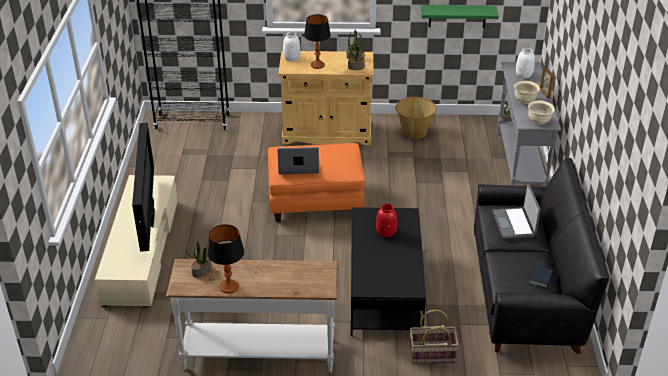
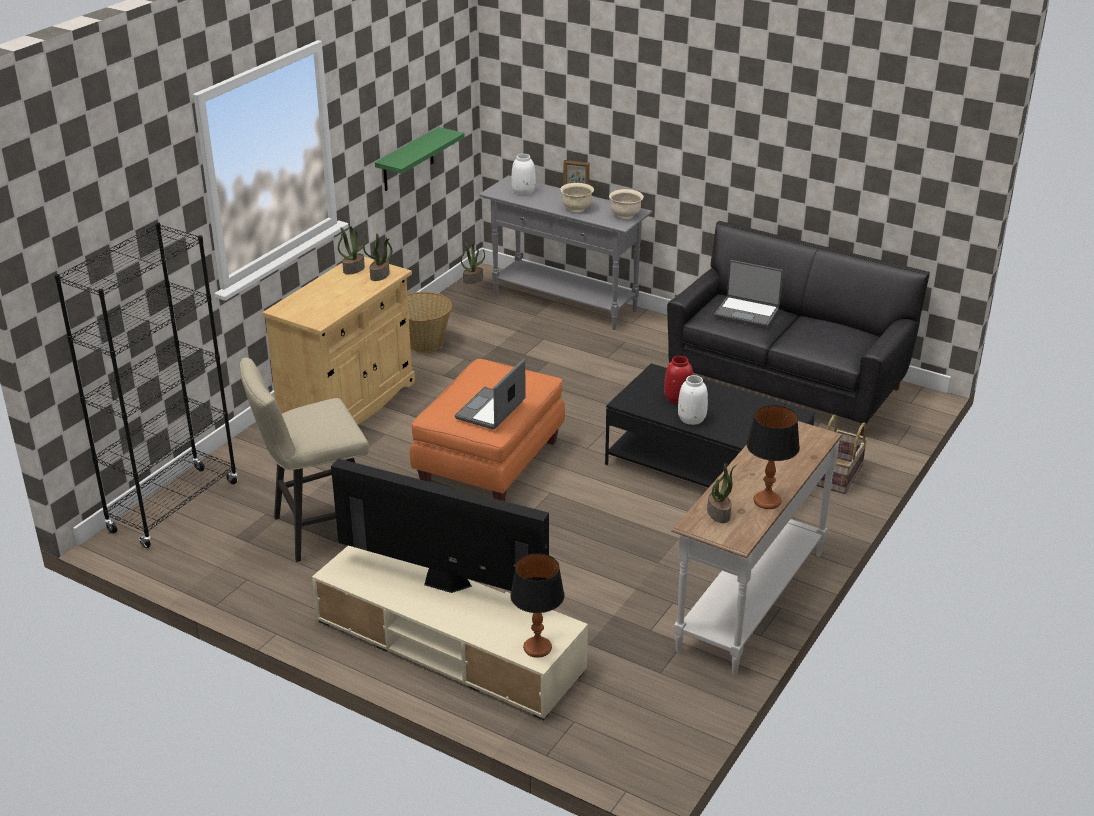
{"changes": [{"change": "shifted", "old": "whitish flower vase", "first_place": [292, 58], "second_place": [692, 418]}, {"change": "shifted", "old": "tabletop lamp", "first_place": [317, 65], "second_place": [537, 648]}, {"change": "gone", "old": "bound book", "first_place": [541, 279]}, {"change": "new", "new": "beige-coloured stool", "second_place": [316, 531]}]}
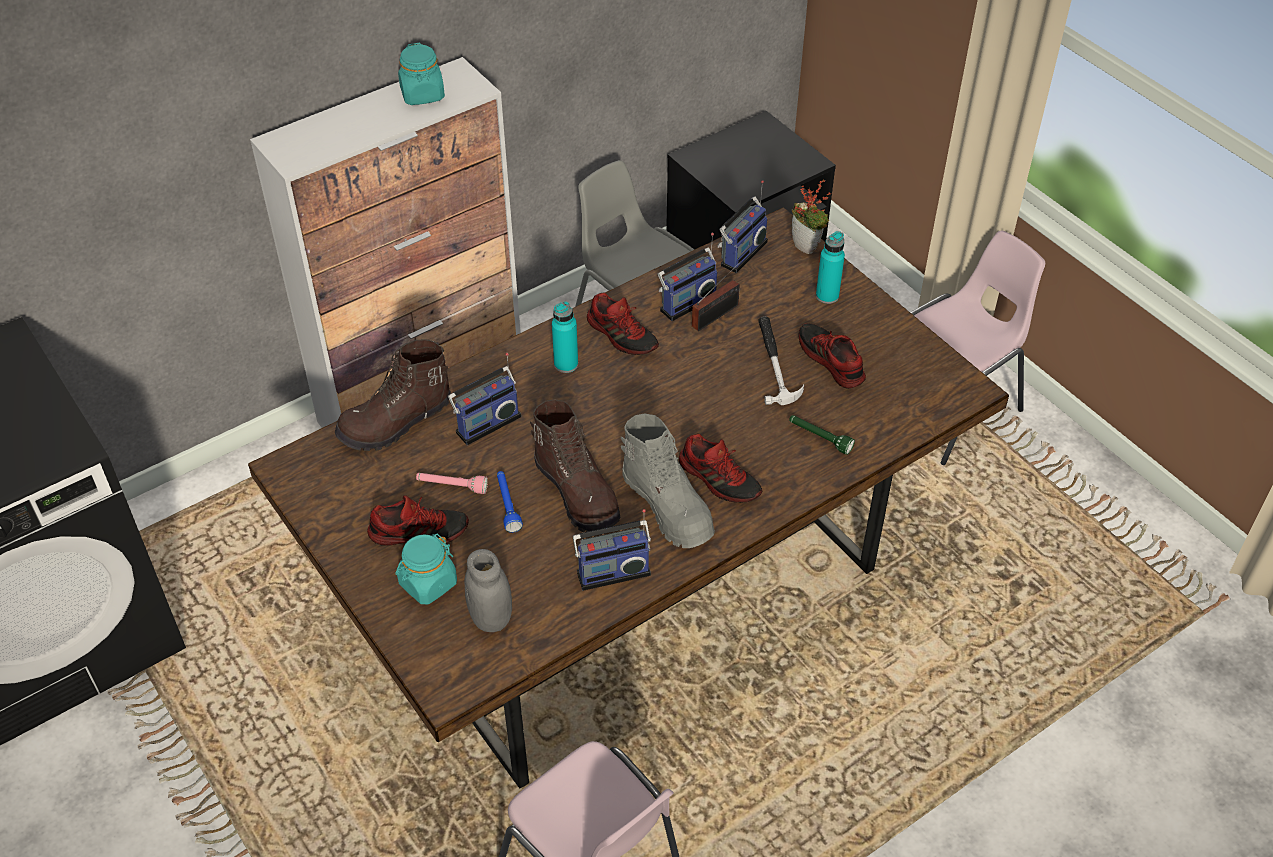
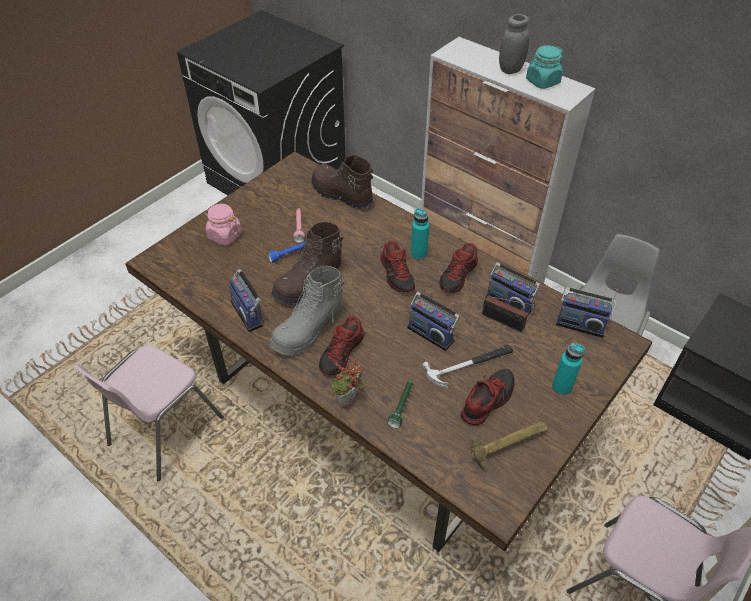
{"changes": [{"change": "shifted", "old": "item of footwear", "first_place": [419, 532], "second_place": [398, 274]}, {"change": "repainted", "old": "turquoise storage jar", "new": "pink storage jar", "first_place": [428, 583], "second_place": [224, 235]}, {"change": "shifted", "old": "radio set", "first_place": [486, 422], "second_place": [432, 333]}, {"change": "shifted", "old": "greyish storage jar", "first_place": [491, 618], "second_place": [510, 69]}, {"change": "shifted", "old": "plant in a pot", "first_place": [807, 246], "second_place": [348, 402]}, {"change": "new", "new": "tool hammer", "second_place": [507, 447]}]}
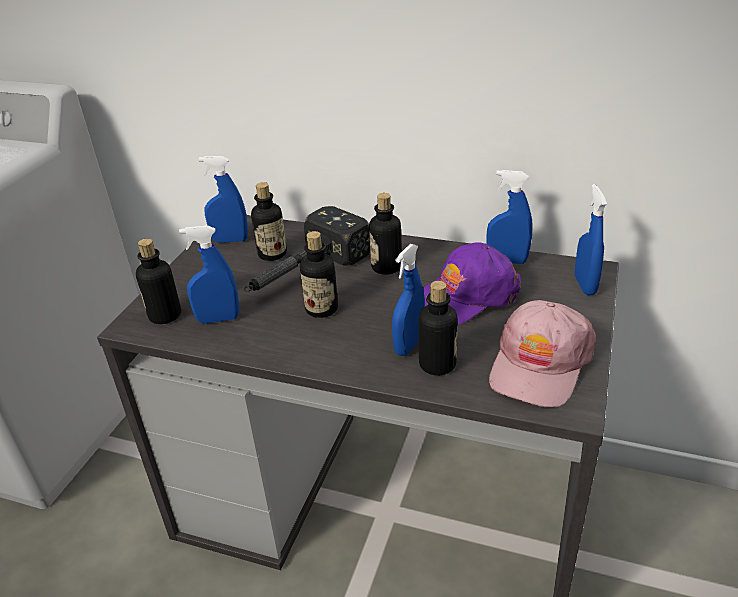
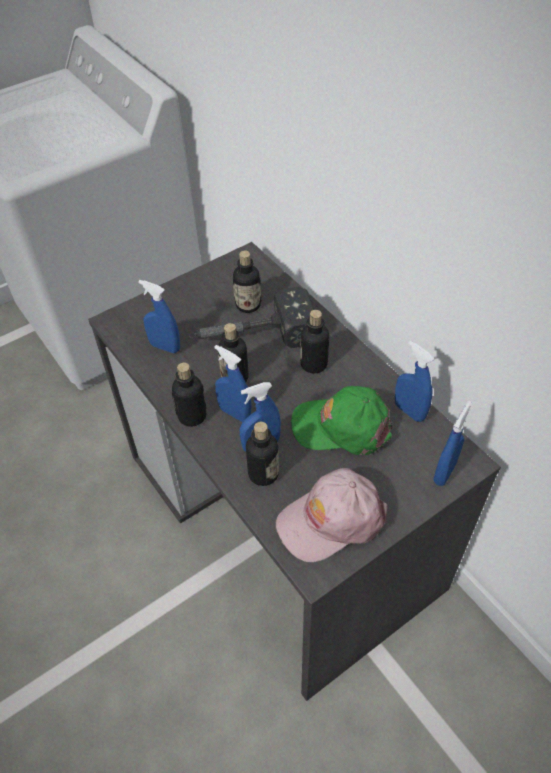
{"changes": [{"change": "shifted", "old": "beverage bottle", "first_place": [165, 315], "second_place": [192, 416]}, {"change": "shifted", "old": "bluish hand sprayer", "first_place": [230, 240], "second_place": [235, 413]}, {"change": "repainted", "old": "purplish cap", "new": "greenish cap", "first_place": [465, 296], "second_place": [342, 426]}]}
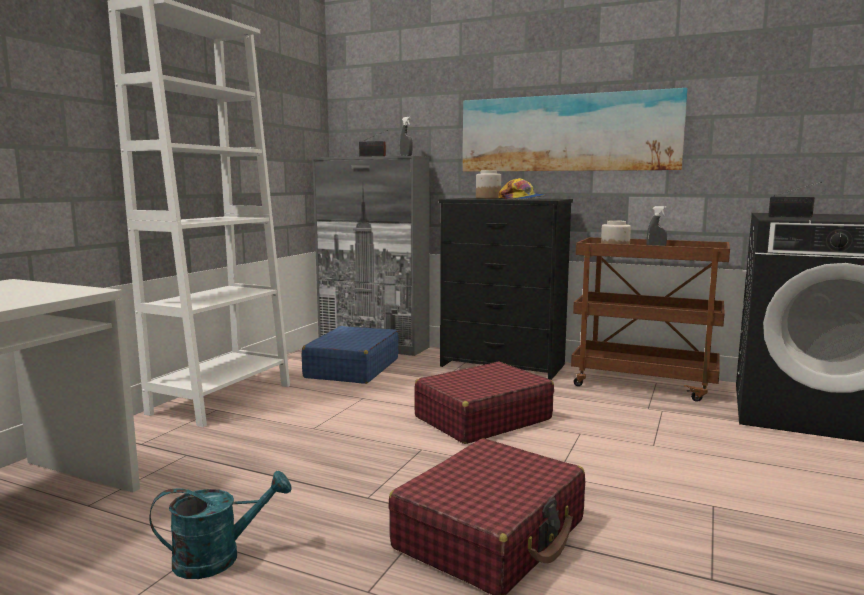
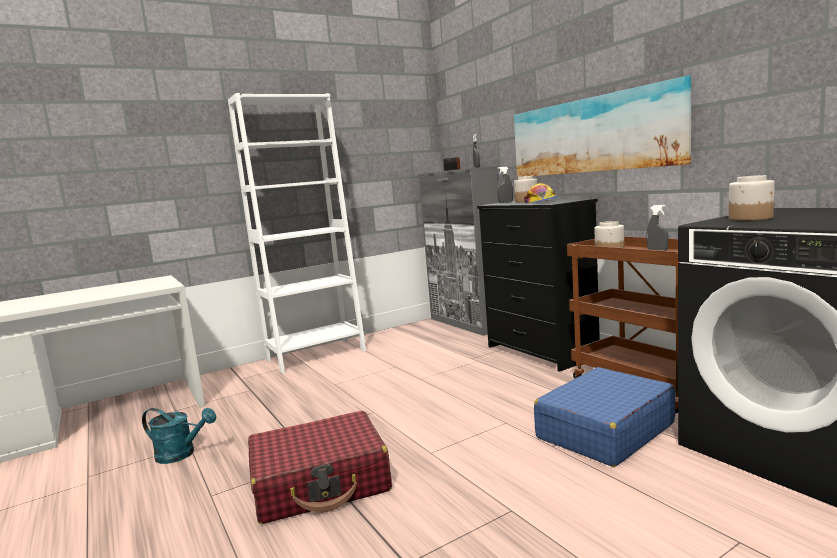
{"changes": [{"change": "shifted", "old": "bluish piece of luggage", "first_place": [352, 368], "second_place": [604, 431]}, {"change": "gone", "old": "red-coloured piece of luggage", "first_place": [482, 418]}, {"change": "swapped", "old": "radio set", "new": "storage jar", "first_place": [792, 216], "second_place": [751, 218]}, {"change": "new", "new": "greyish hand sprayer", "second_place": [505, 202]}]}
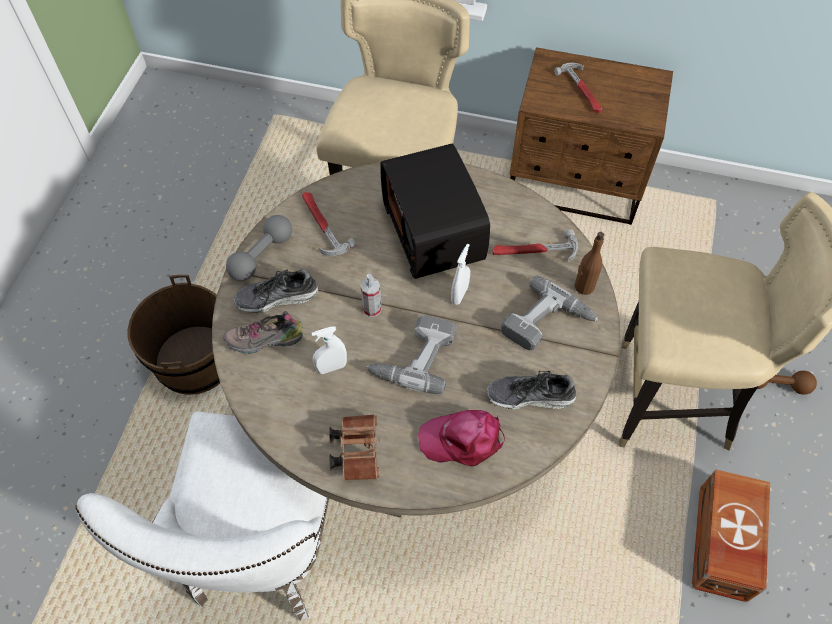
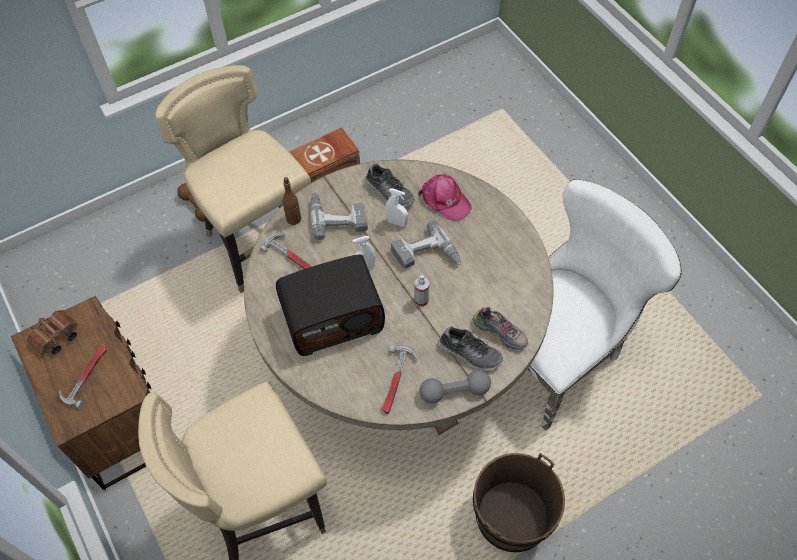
{"changes": [{"change": "shifted", "old": "whitish hand sprayer", "first_place": [331, 367], "second_place": [397, 222]}, {"change": "shifted", "old": "brown-coloured binoculars", "first_place": [357, 450], "second_place": [55, 338]}, {"change": "rotated", "old": "radio set", "first_place": [435, 232], "second_place": [333, 317], "degrees": 45}]}
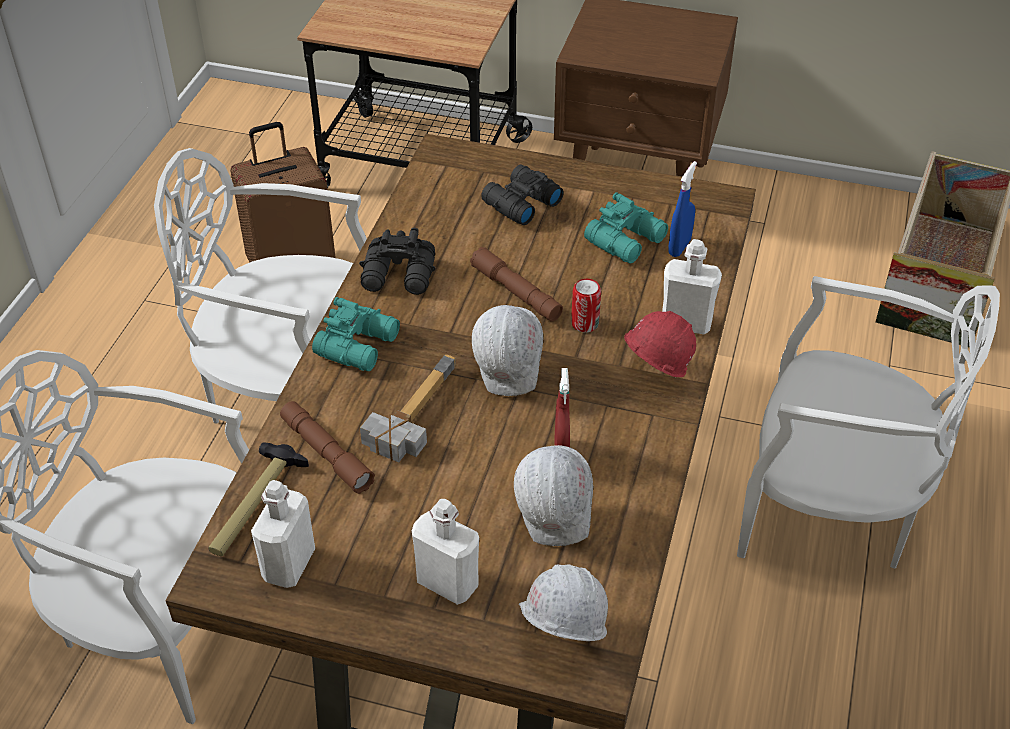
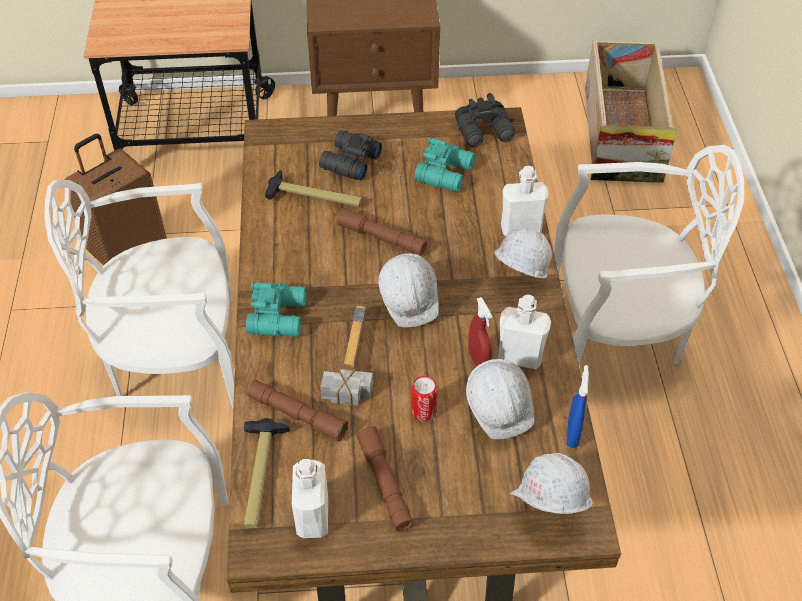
{"changes": [{"change": "shifted", "old": "blackish binoculars", "first_place": [400, 276], "second_place": [485, 131]}, {"change": "shifted", "old": "whitish beverage bottle", "first_place": [447, 583], "second_place": [520, 357]}, {"change": "shifted", "old": "can", "first_place": [585, 324], "second_place": [423, 411]}, {"change": "repainted", "old": "red-coloured work helmet", "new": "whitish work helmet", "first_place": [654, 376], "second_place": [517, 279]}, {"change": "shifted", "old": "bluish hand sprayer", "first_place": [679, 247], "second_place": [572, 433]}, {"change": "new", "new": "tool hammer", "second_place": [315, 197]}, {"change": "new", "new": "brown-coloured flashlight", "second_place": [385, 483]}]}
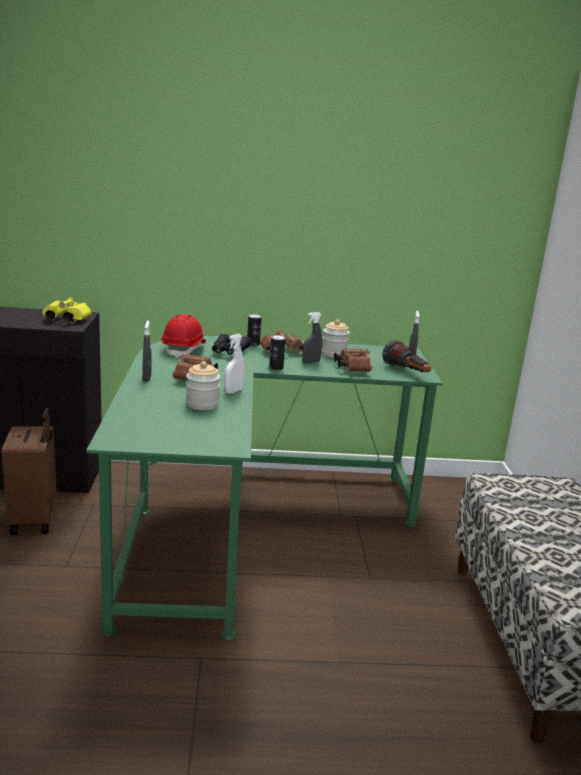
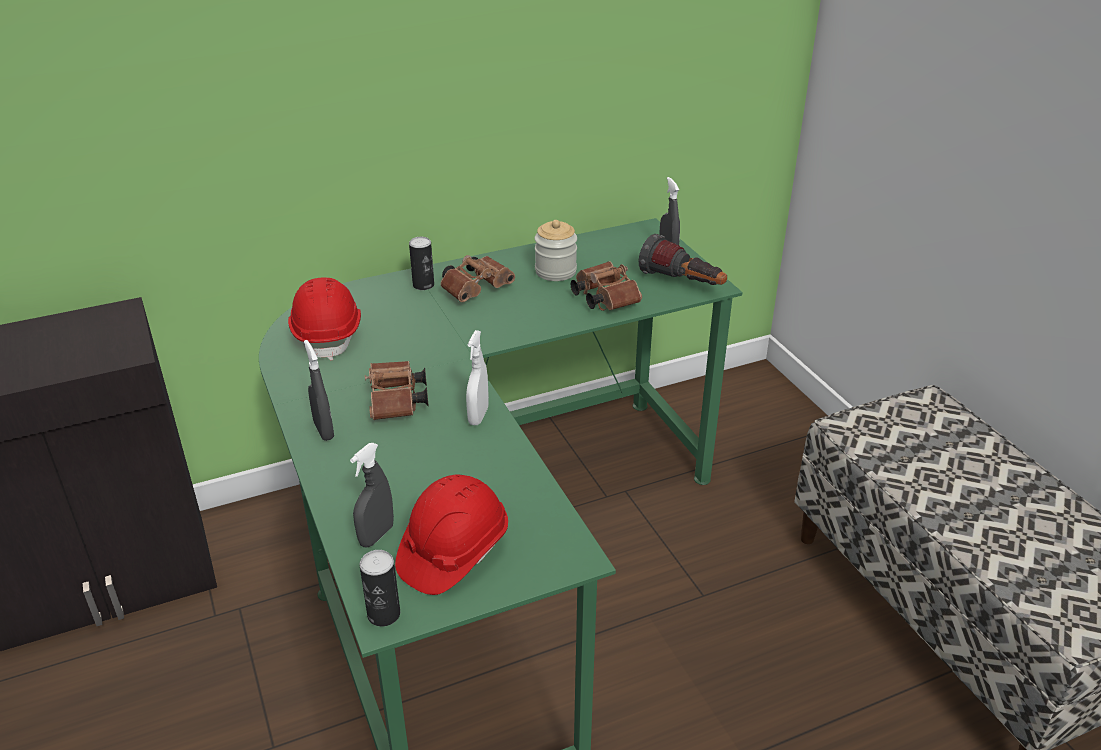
{"changes": [{"change": "gone", "old": "brown-coloured piece of luggage", "first_place": [35, 520]}, {"change": "gone", "old": "yellowish binoculars", "first_place": [64, 320]}, {"change": "gone", "old": "storage jar", "first_place": [202, 404]}, {"change": "gone", "old": "blackish binoculars", "first_place": [229, 352]}, {"change": "shifted", "old": "can", "first_place": [276, 368], "second_place": [384, 614]}, {"change": "shifted", "old": "greyish hand sprayer", "first_place": [311, 362], "second_place": [376, 535]}, {"change": "new", "new": "red-coloured work helmet", "second_place": [453, 551]}]}
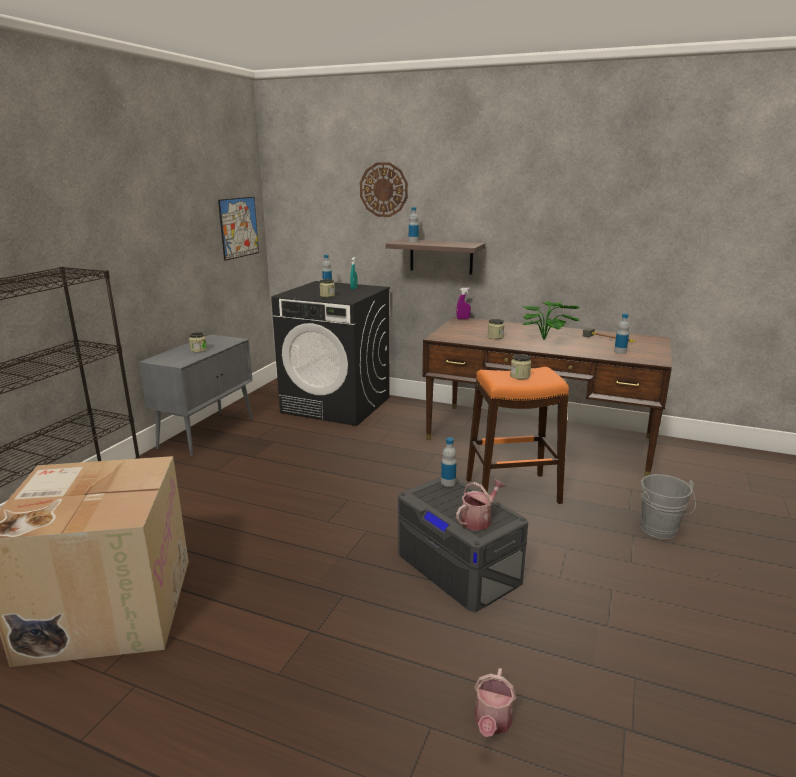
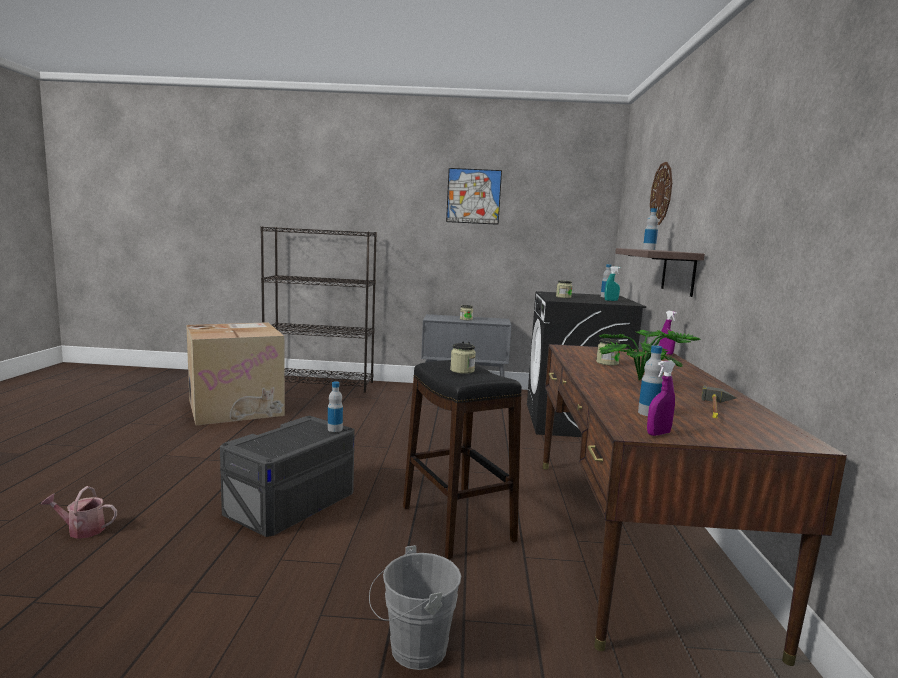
{"changes": [{"change": "shifted", "old": "wall art", "first_place": [239, 227], "second_place": [473, 196]}, {"change": "gone", "old": "sprinkling can", "first_place": [478, 520]}, {"change": "repainted", "old": "orange stool", "new": "blackish stool", "first_place": [512, 491], "second_place": [456, 523]}, {"change": "new", "new": "purplish hand sprayer", "second_place": [658, 434]}]}
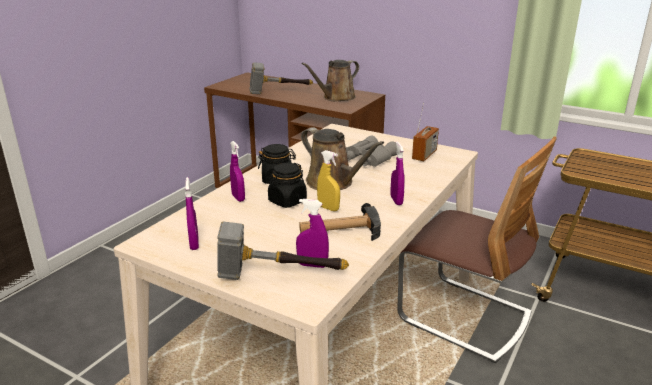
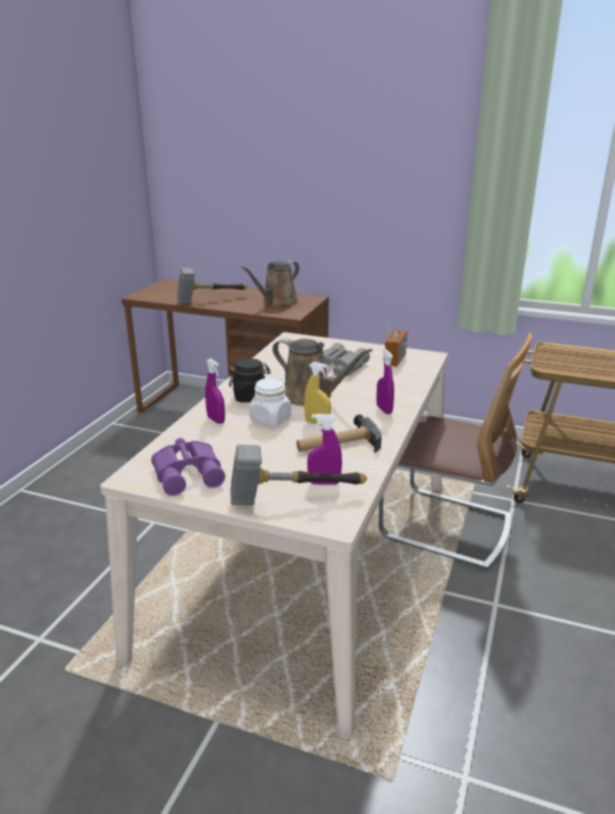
{"changes": [{"change": "swapped", "old": "purplish hand sprayer", "new": "purplish binoculars", "first_place": [194, 244], "second_place": [189, 473]}, {"change": "repainted", "old": "blackish storage jar", "new": "whitish storage jar", "first_place": [287, 201], "second_place": [270, 419]}]}
